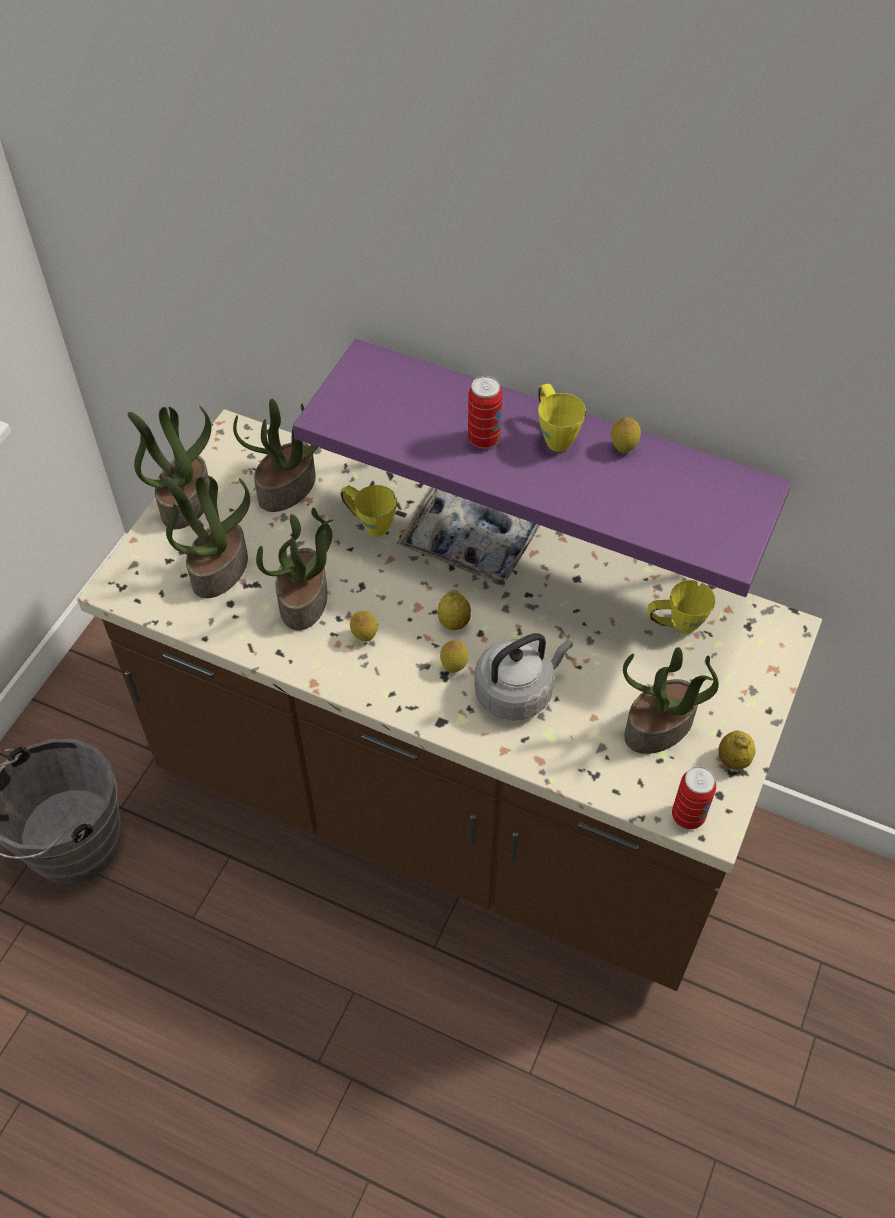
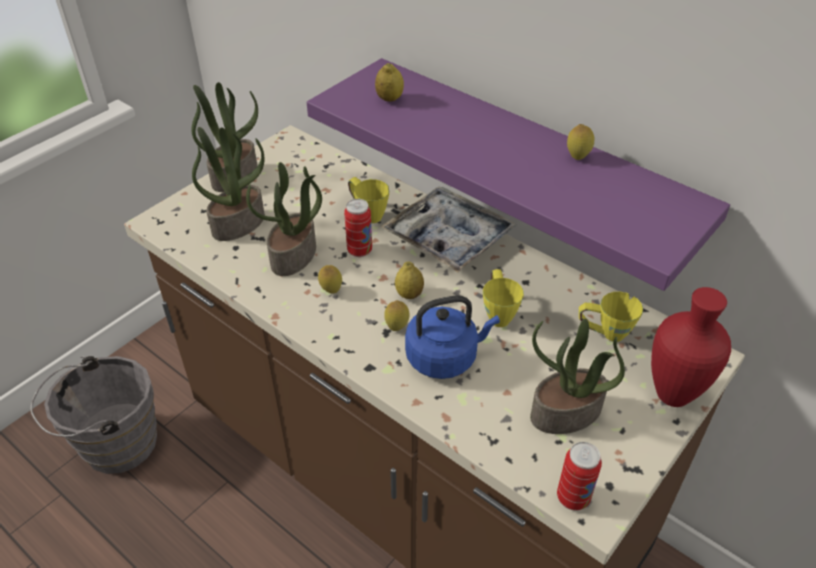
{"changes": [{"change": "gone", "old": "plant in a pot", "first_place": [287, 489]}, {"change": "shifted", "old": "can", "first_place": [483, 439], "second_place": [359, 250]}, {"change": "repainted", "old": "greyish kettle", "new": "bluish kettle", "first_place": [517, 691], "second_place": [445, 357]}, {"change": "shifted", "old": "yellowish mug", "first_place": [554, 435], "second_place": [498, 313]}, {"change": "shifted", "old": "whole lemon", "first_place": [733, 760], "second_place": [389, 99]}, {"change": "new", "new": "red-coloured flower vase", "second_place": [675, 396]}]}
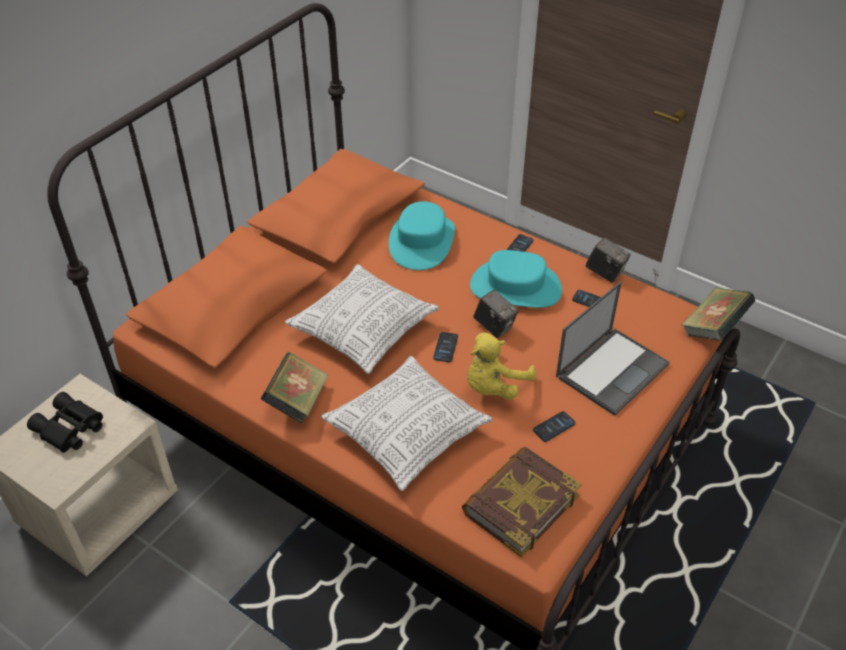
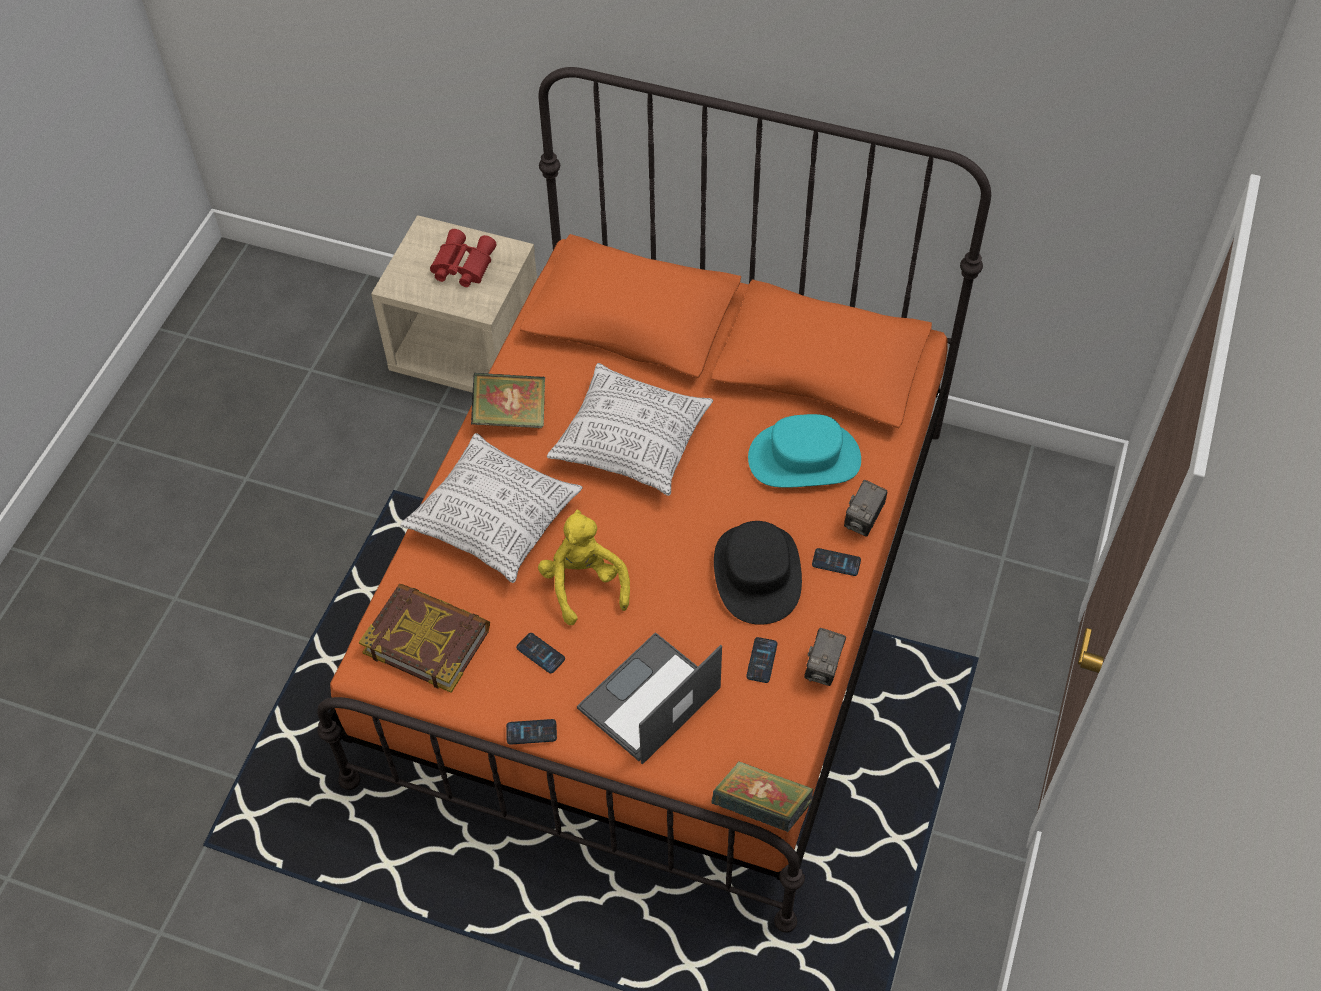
{"changes": [{"change": "repainted", "old": "blackish binoculars", "new": "red-coloured binoculars", "first_place": [69, 429], "second_place": [461, 265]}, {"change": "shifted", "old": "phone", "first_place": [445, 347], "second_place": [531, 732]}, {"change": "rotated", "old": "yellowish plush toy", "first_place": [494, 386], "second_place": [584, 584], "degrees": 45}, {"change": "repainted", "old": "turquoise wearable hat", "new": "blackish wearable hat", "first_place": [515, 287], "second_place": [757, 573]}, {"change": "shifted", "old": "still camera", "first_place": [494, 326], "second_place": [863, 520]}, {"change": "rotated", "old": "notebook computer", "first_place": [612, 369], "second_place": [648, 700], "degrees": 105}]}
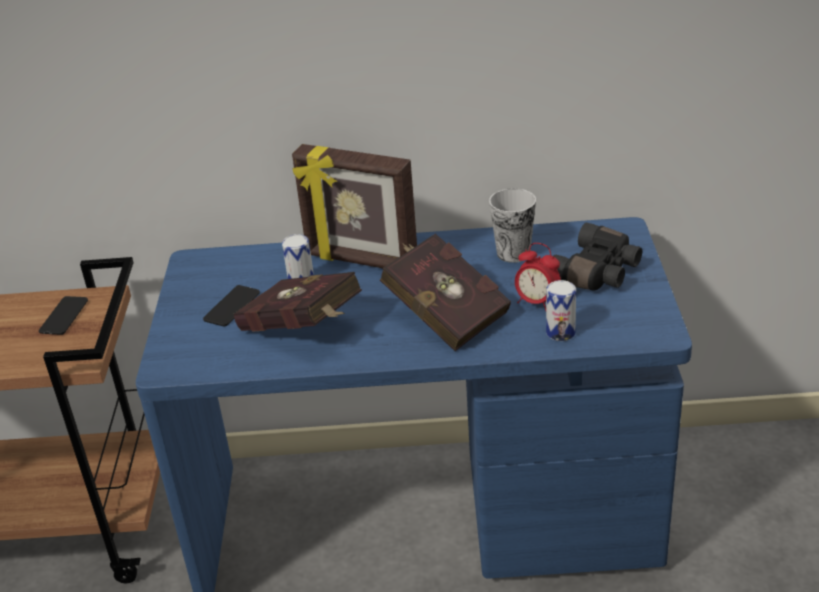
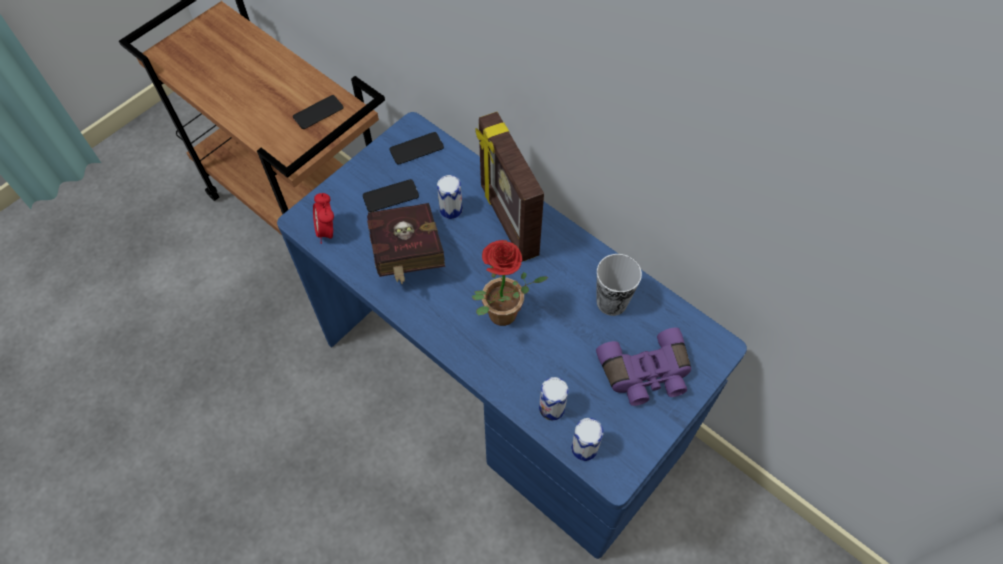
{"changes": [{"change": "swapped", "old": "red-coloured bound book", "new": "plant in a pot", "first_place": [443, 313], "second_place": [502, 319]}, {"change": "shifted", "old": "table clock", "first_place": [536, 302], "second_place": [327, 231]}, {"change": "repainted", "old": "blackish binoculars", "new": "purplish binoculars", "first_place": [598, 272], "second_place": [645, 375]}, {"change": "new", "new": "phone", "second_place": [416, 149]}, {"change": "new", "new": "can", "second_place": [584, 448]}]}
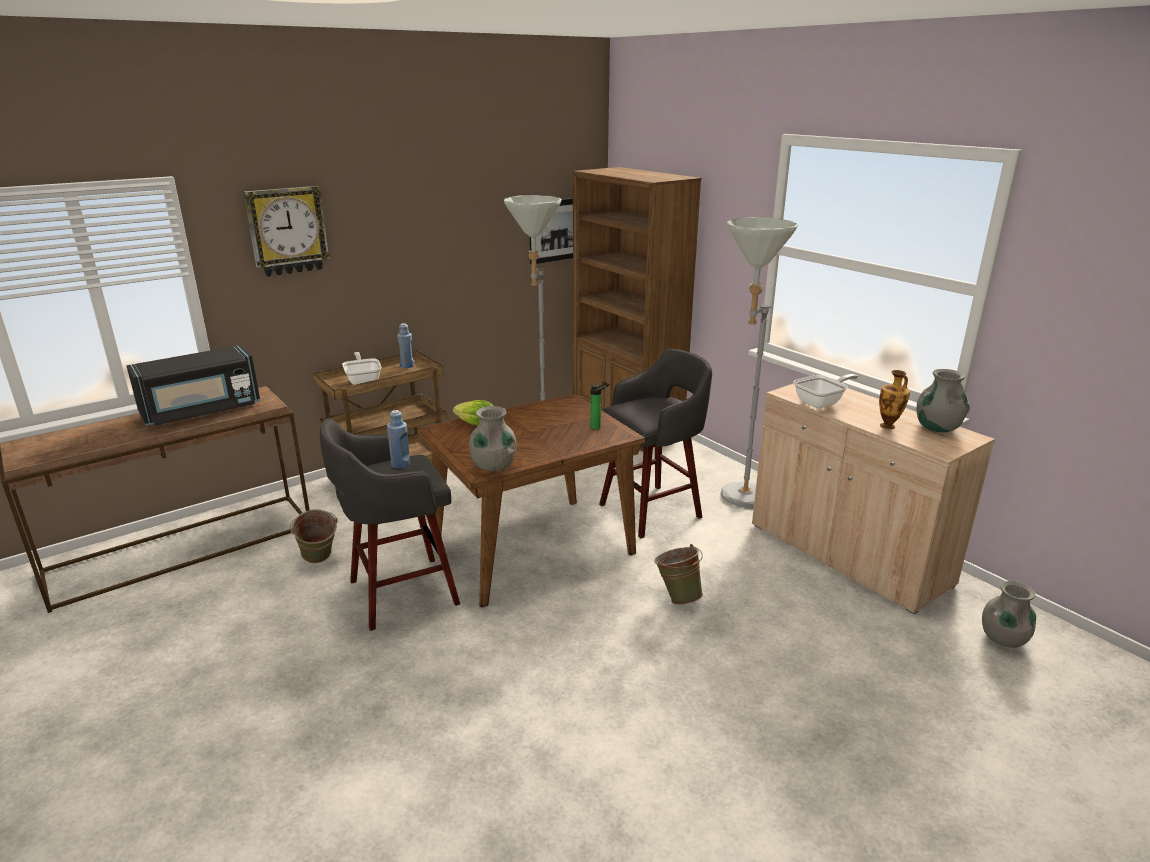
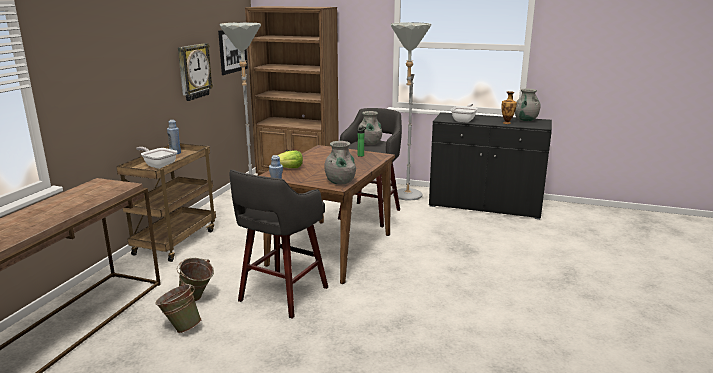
{"changes": [{"change": "gone", "old": "blackish microwave", "first_place": [201, 411]}, {"change": "shifted", "old": "clock on the wall", "first_place": [287, 231], "second_place": [193, 71]}, {"change": "shifted", "old": "greenish water bucket", "first_place": [677, 596], "second_place": [181, 328]}, {"change": "repainted", "old": "beige-coloured cabinet", "new": "blackish cabinet", "first_place": [847, 555], "second_place": [485, 206]}, {"change": "shifted", "old": "greyish flower vase", "first_place": [1003, 639], "second_place": [369, 143]}]}
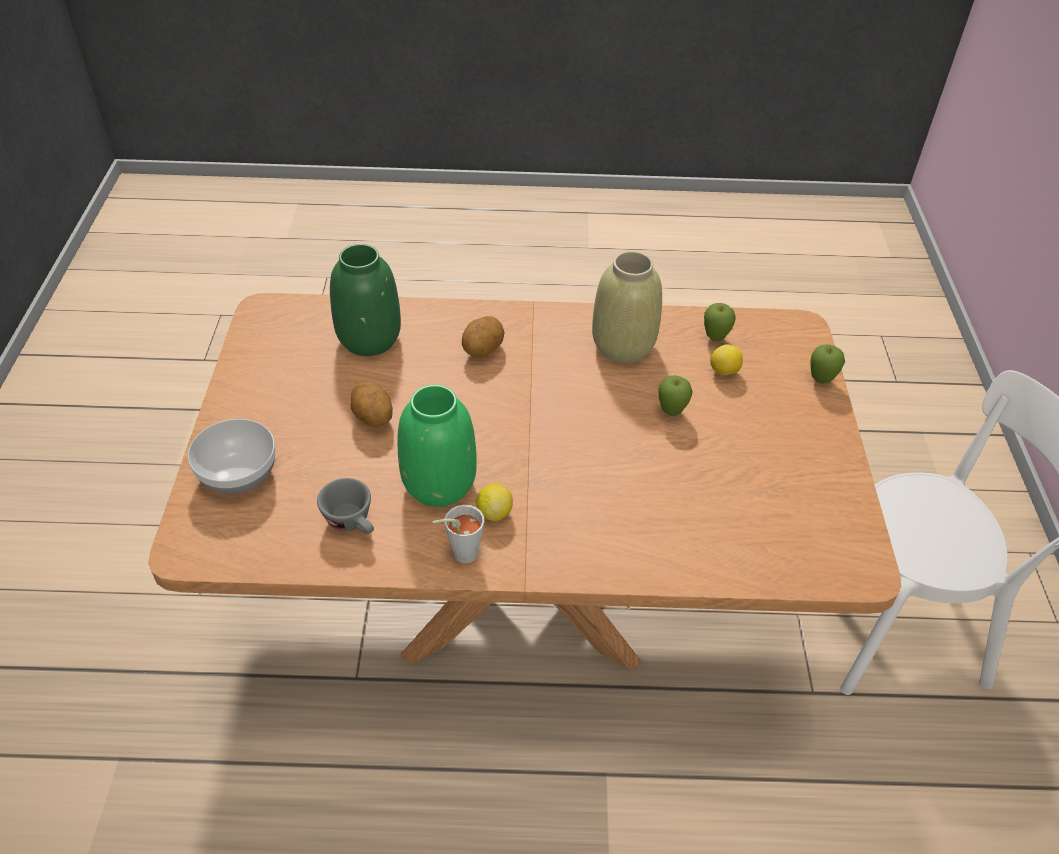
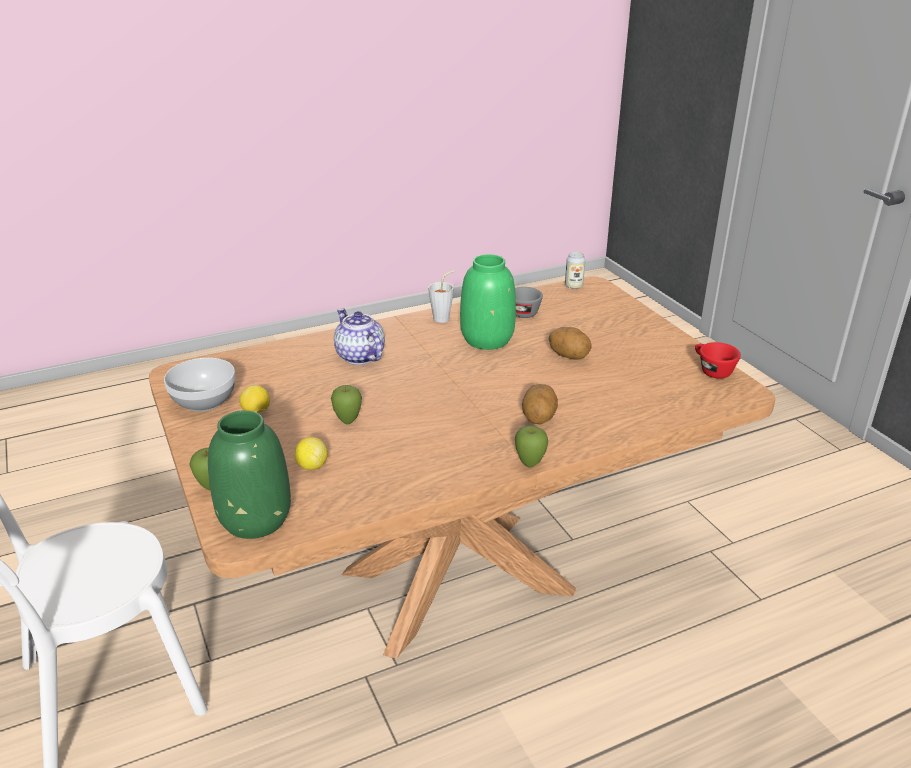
{"changes": [{"change": "shifted", "old": "bowl", "first_place": [240, 474], "second_place": [203, 401]}, {"change": "shifted", "old": "greenish flower vase", "first_place": [368, 340], "second_place": [255, 519]}, {"change": "shifted", "old": "whole lemon", "first_place": [494, 513], "second_place": [256, 412]}, {"change": "gone", "old": "beige-coloured flower vase", "first_place": [624, 346]}, {"change": "shifted", "old": "apple fruit", "first_place": [715, 338], "second_place": [530, 464]}, {"change": "new", "new": "teapot", "second_place": [359, 356]}, {"change": "new", "new": "can", "second_place": [573, 286]}, {"change": "new", "new": "red-coloured cup", "second_place": [711, 370]}]}
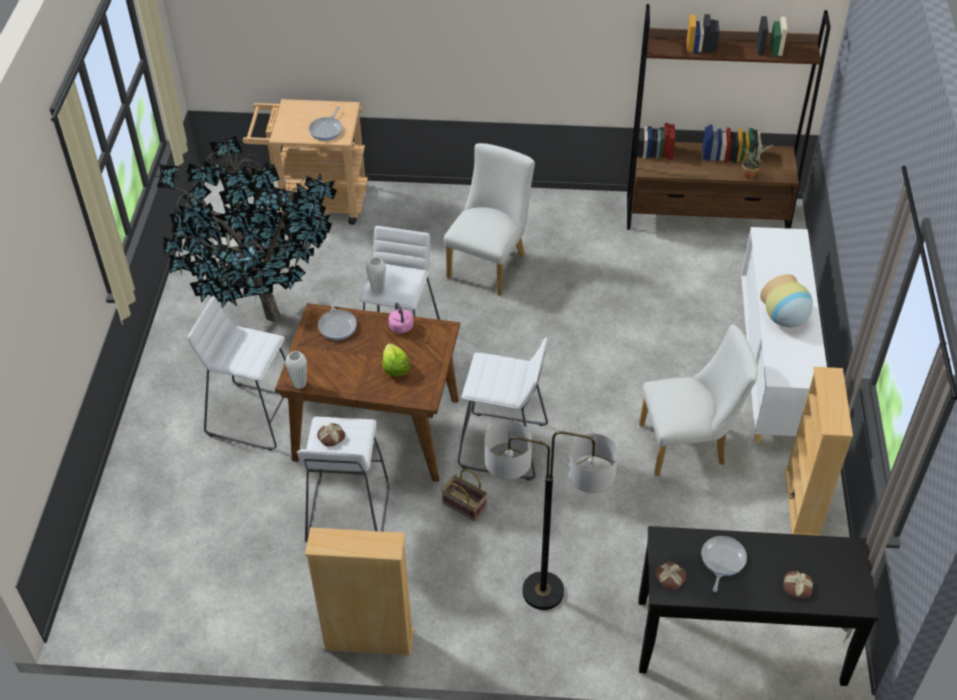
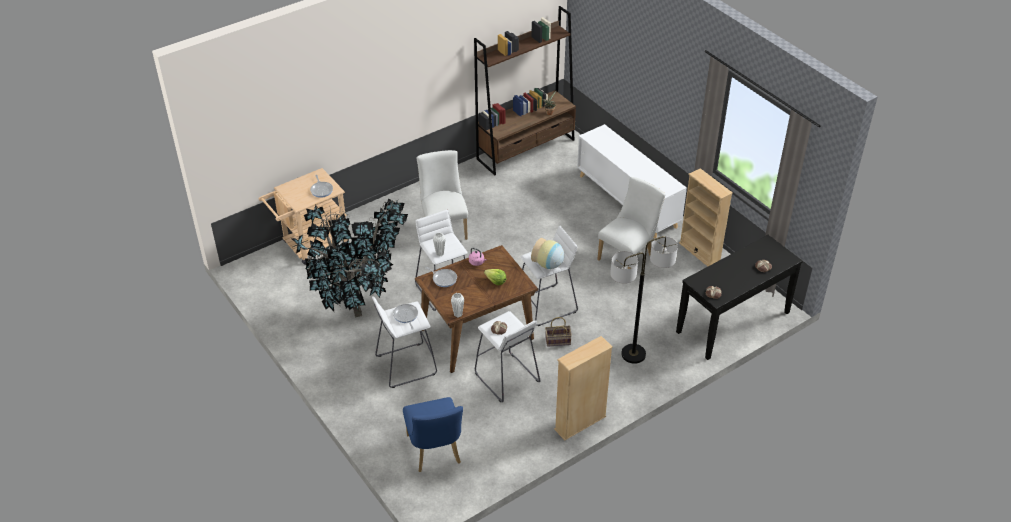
{"changes": [{"change": "shifted", "old": "skillet", "first_place": [722, 560], "second_place": [406, 316]}, {"change": "shifted", "old": "flower vase", "first_place": [784, 319], "second_place": [548, 265]}, {"change": "new", "new": "bluish plain chair", "second_place": [435, 452]}]}
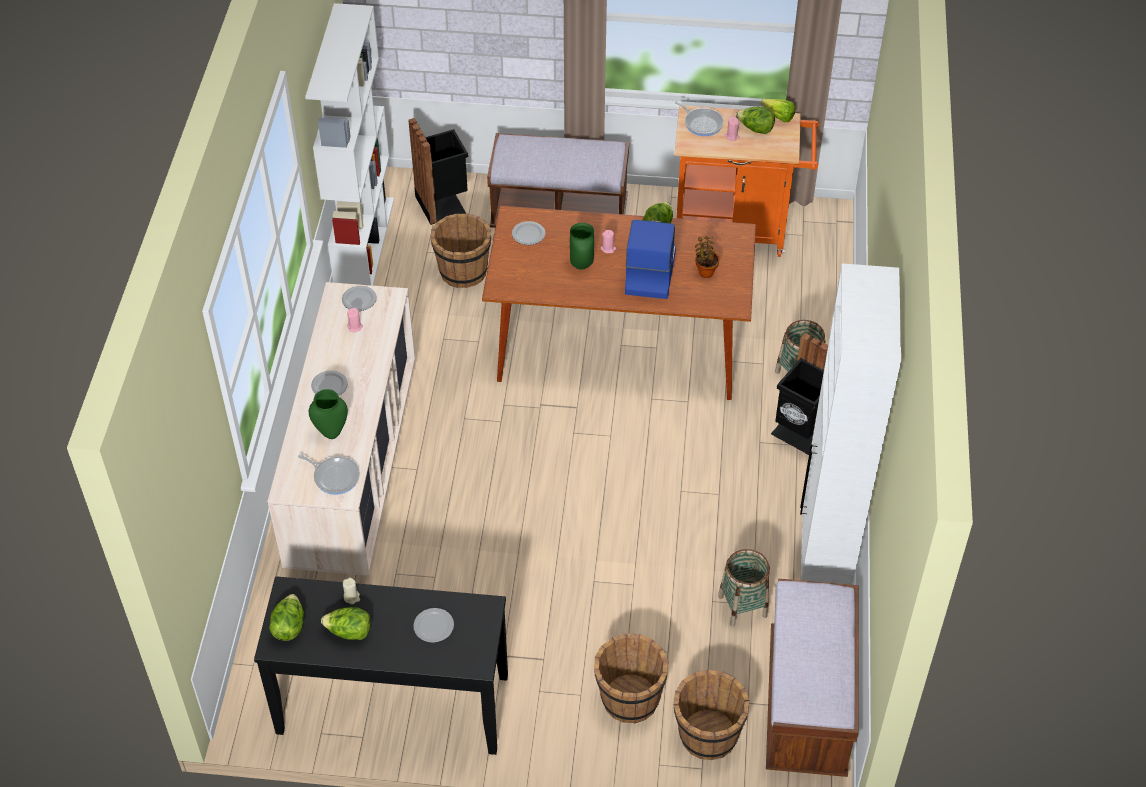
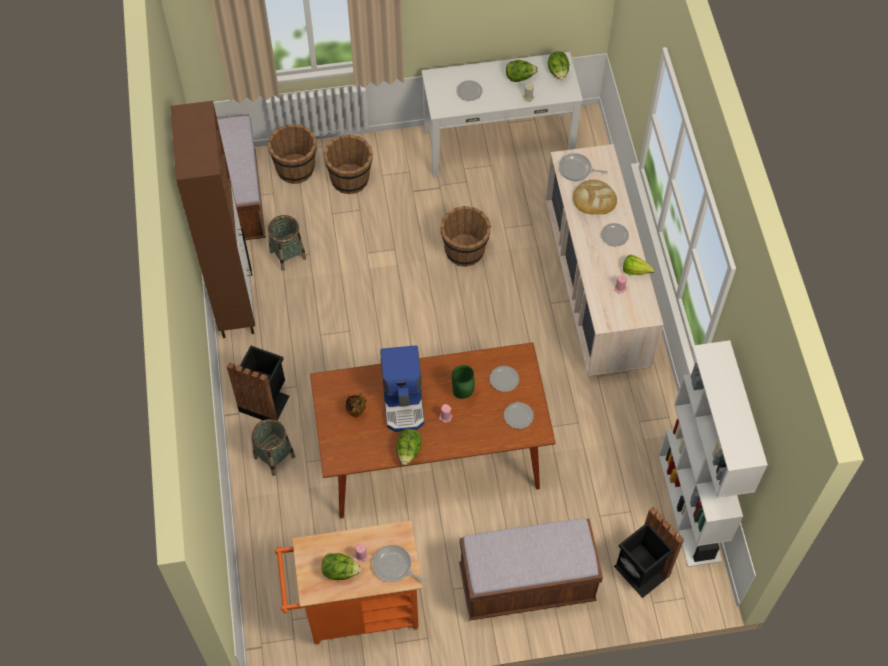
{"changes": [{"change": "repainted", "old": "blackish hall table", "new": "whitish hall table", "first_place": [393, 704], "second_place": [498, 144]}, {"change": "swapped", "old": "greenish flower vase", "new": "baked bread", "first_place": [331, 434], "second_place": [594, 199]}, {"change": "shifted", "old": "plate", "first_place": [360, 300], "second_place": [503, 379]}, {"change": "shifted", "old": "brown-coloured water bucket", "first_place": [463, 271], "second_place": [465, 251]}, {"change": "shifted", "old": "head of lettuce", "first_place": [776, 115], "second_place": [638, 272]}, {"change": "repainted", "old": "whitish cabinet", "new": "brown-coloured cabinet", "first_place": [823, 557], "second_place": [235, 303]}]}
